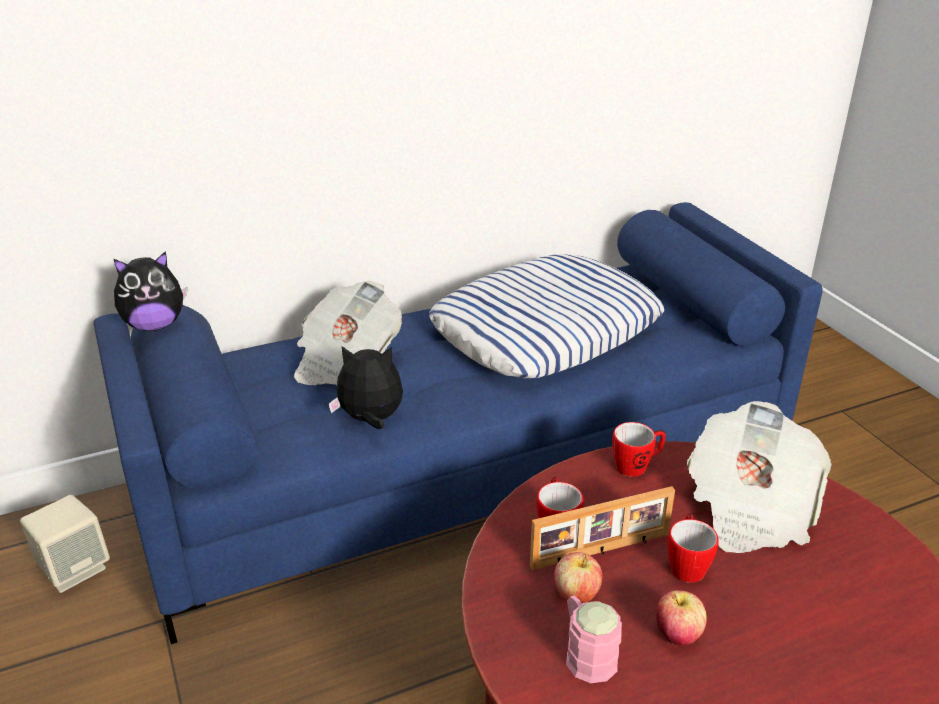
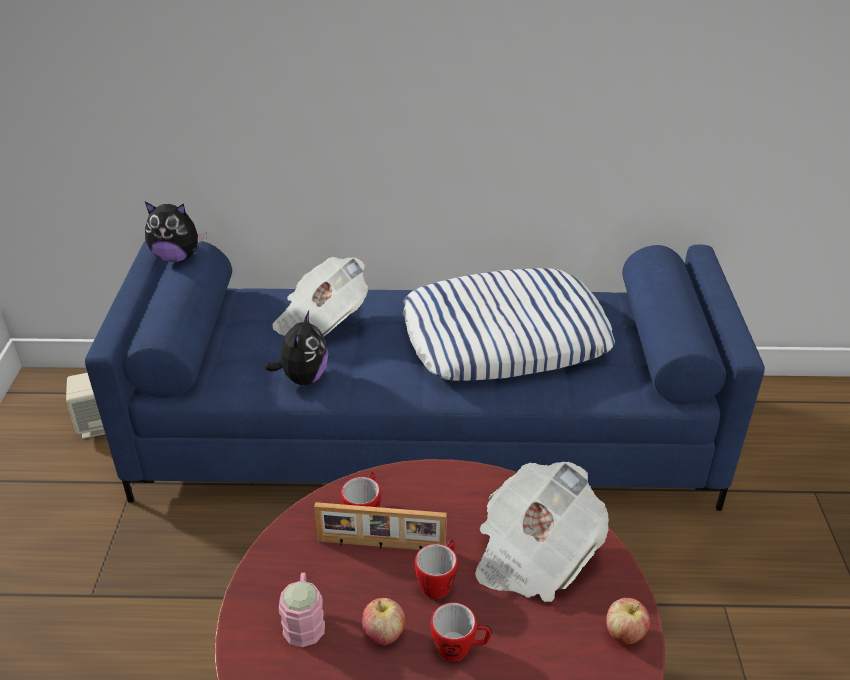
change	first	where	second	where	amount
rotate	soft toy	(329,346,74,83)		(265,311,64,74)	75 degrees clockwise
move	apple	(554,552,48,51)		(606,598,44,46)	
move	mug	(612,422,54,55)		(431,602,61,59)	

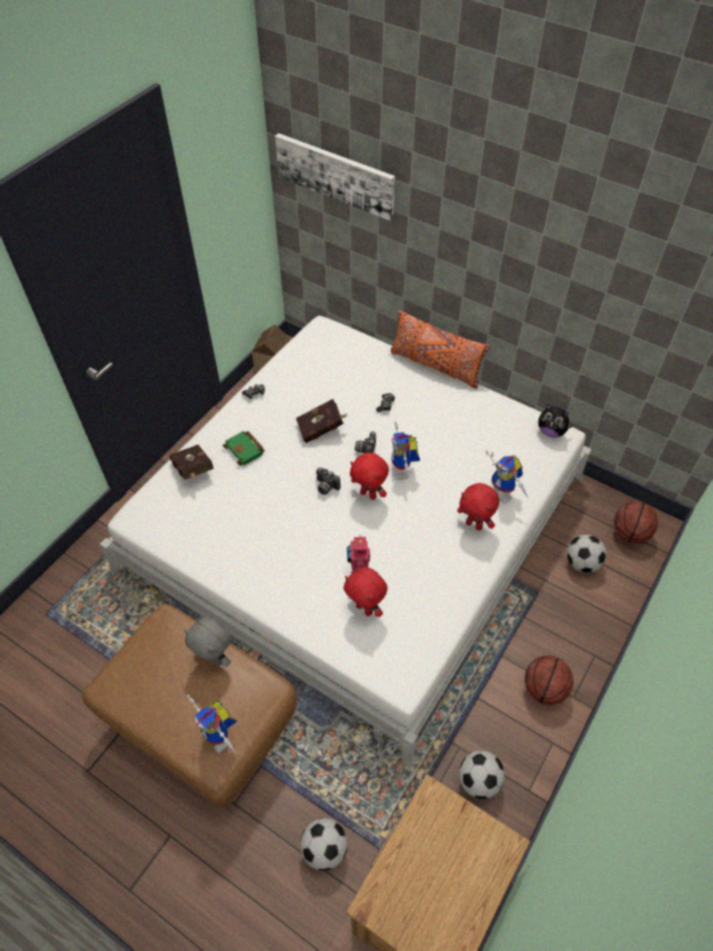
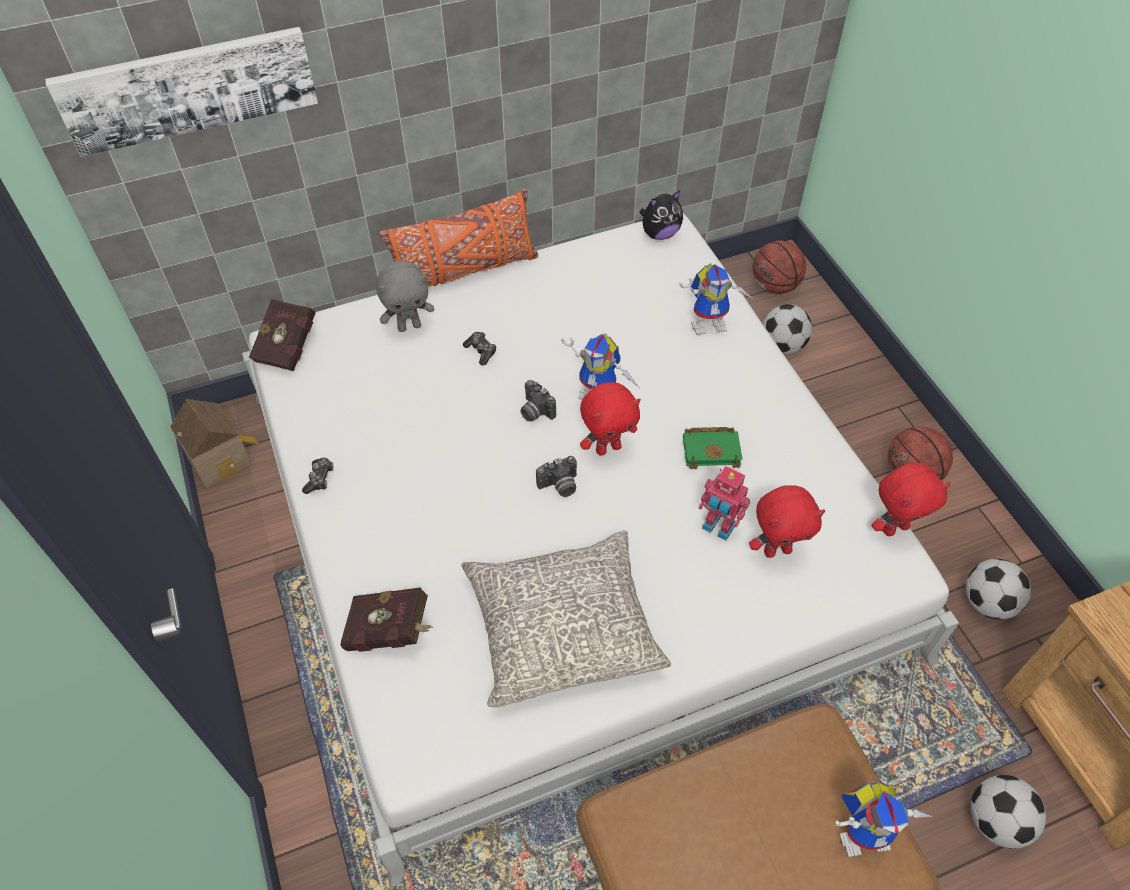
change	first	where	second	where	amount
move	soft toy in grey	(184,617,47,49)		(376,261,58,71)	
move	bound book in greenish	(223,431,42,35)		(683,427,59,42)	
move	bound book in red-coloured	(296,399,52,44)		(249,299,66,72)	
move	soft toy in red-coloured	(457,483,42,48)		(872,463,79,73)	
insert			throw pillow in grey	(461,530,211,177)	

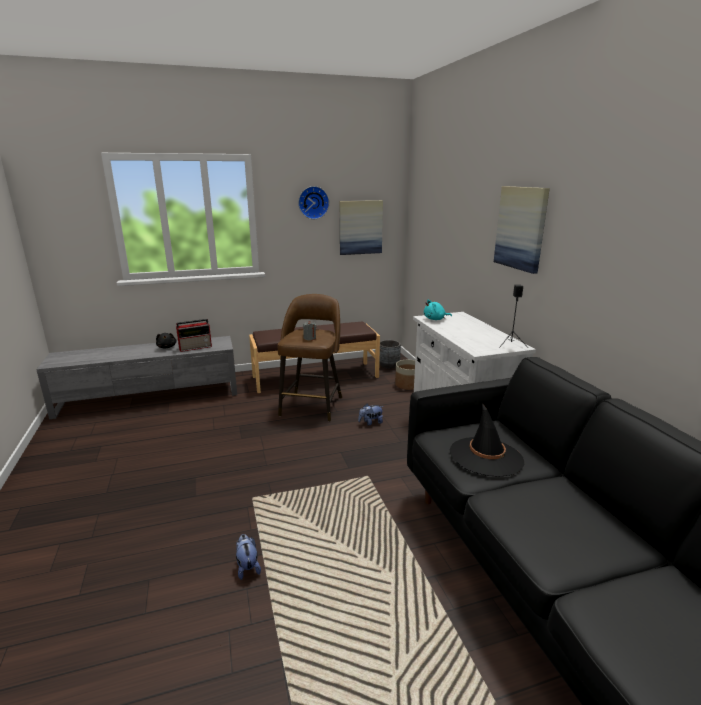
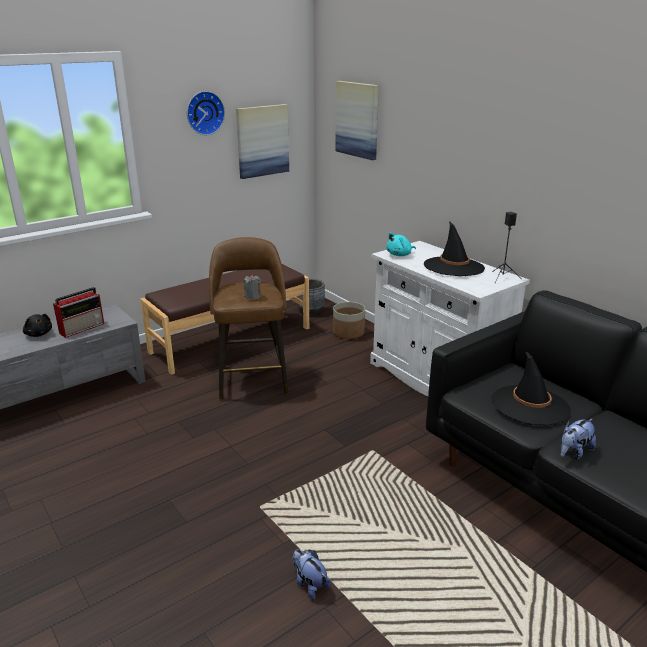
change	first	where	second	where	amount
move	soft toy	(358,404,25,22)		(561,419,35,41)	
move	picture	(494,186,56,88)		(335,81,44,79)	
insert			clothing hat in blackish	(424,221,61,55)	

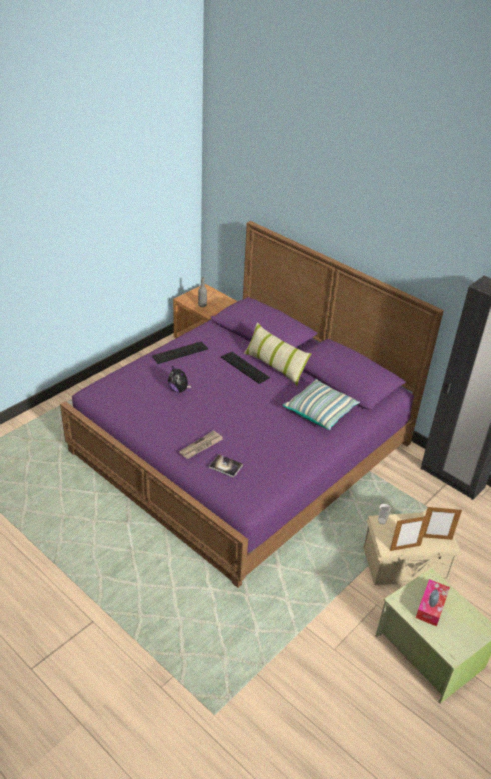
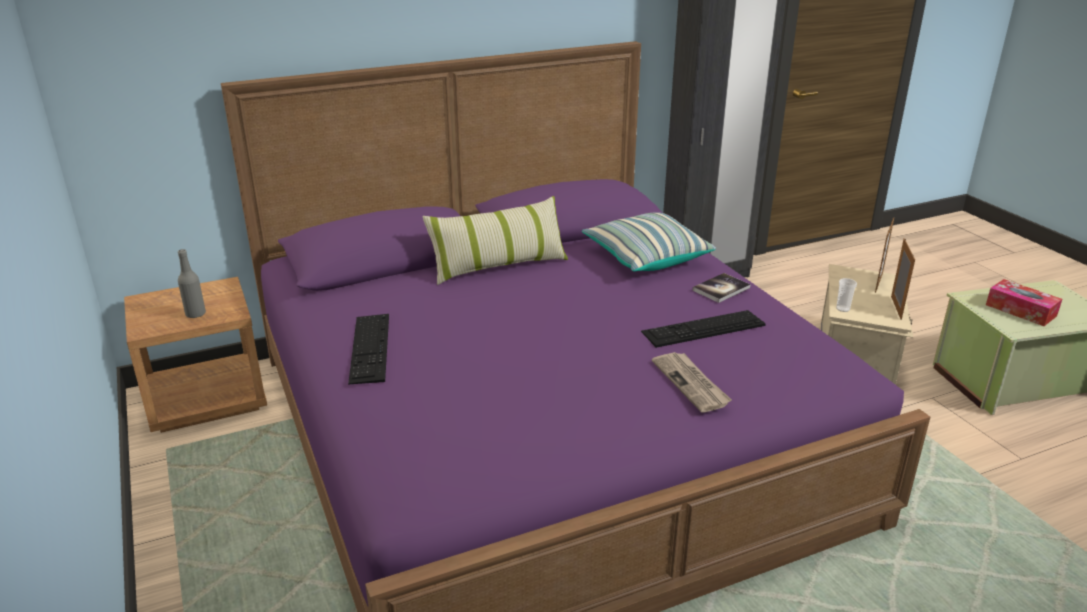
change	first	where	second	where	amount
delete	soft toy	(168,366,23,26)			
move	bound book	(209,454,34,24)		(693,273,57,30)	
move	PC keyboard	(221,352,49,32)		(641,310,125,38)	

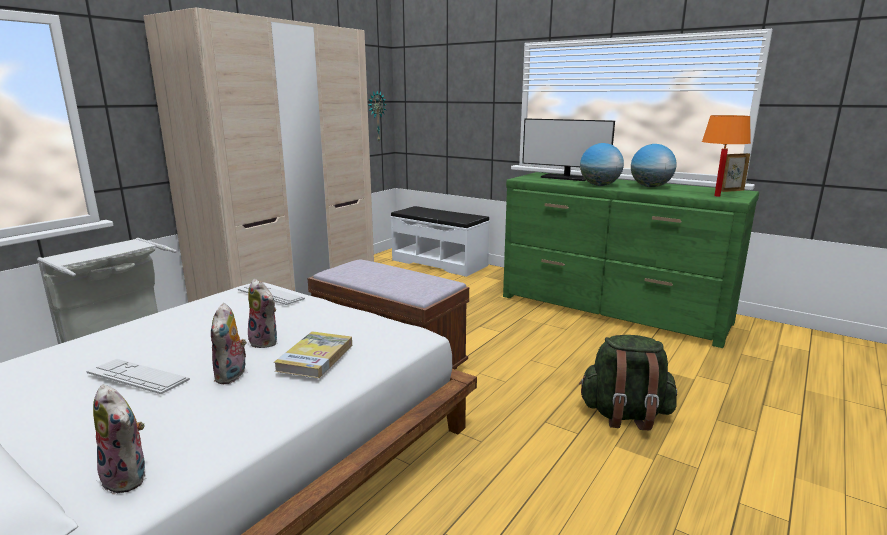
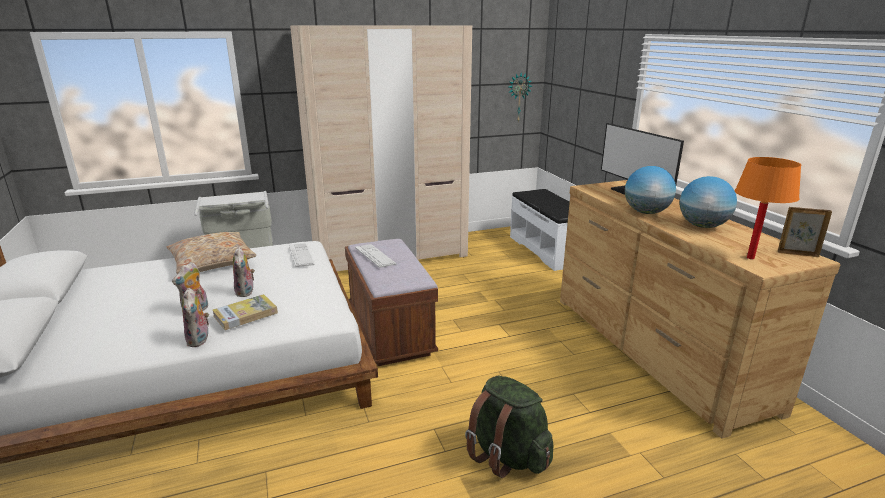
change	first	where	second	where	amount
move	PC keyboard	(87,359,103,35)		(355,244,42,24)	
move	soft toy	(93,384,53,110)		(182,288,27,59)	
recolor	dresser in greenish	(503,172,256,176)	dresser in brownish	(560,180,280,259)	
insert			throw pillow in beige	(167,232,89,42)	

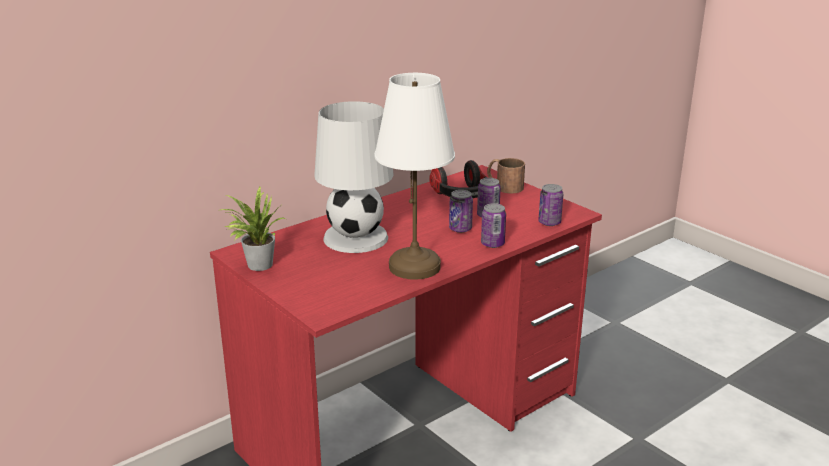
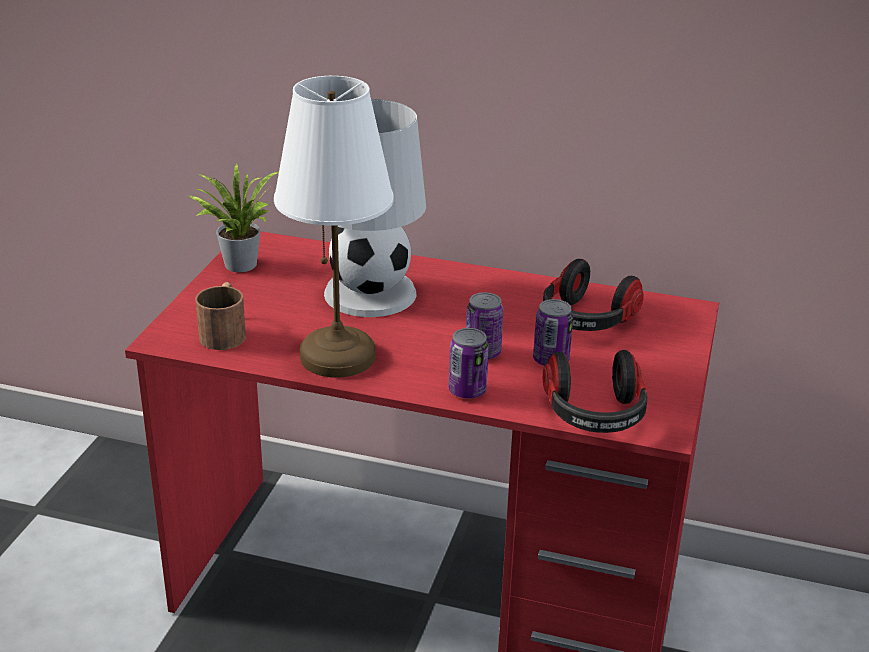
change	first	where	second	where	amount
move	mug in brownish	(487,158,38,35)		(195,282,51,68)	
replace	can	(538,184,25,42)	headset	(543,350,105,83)	

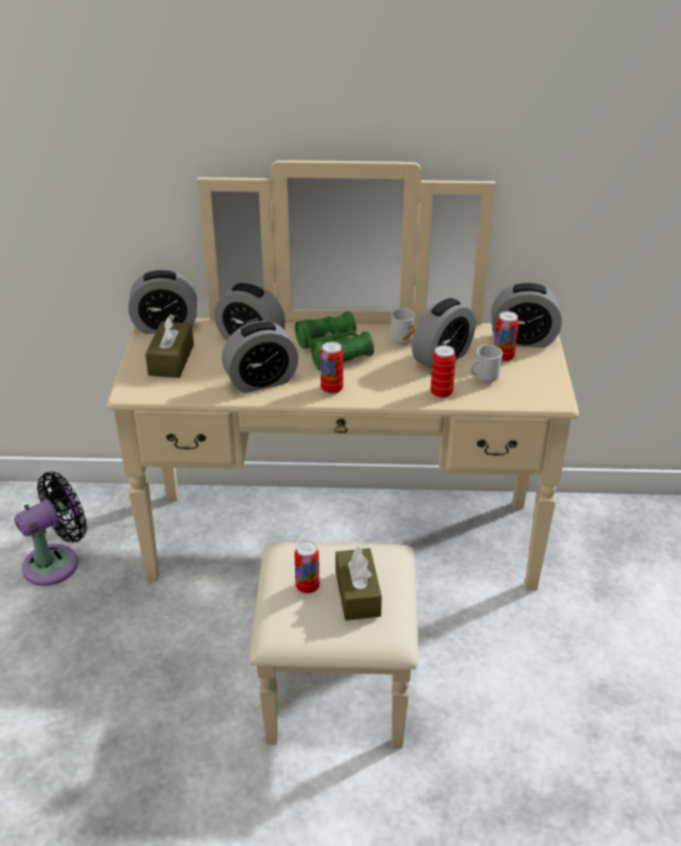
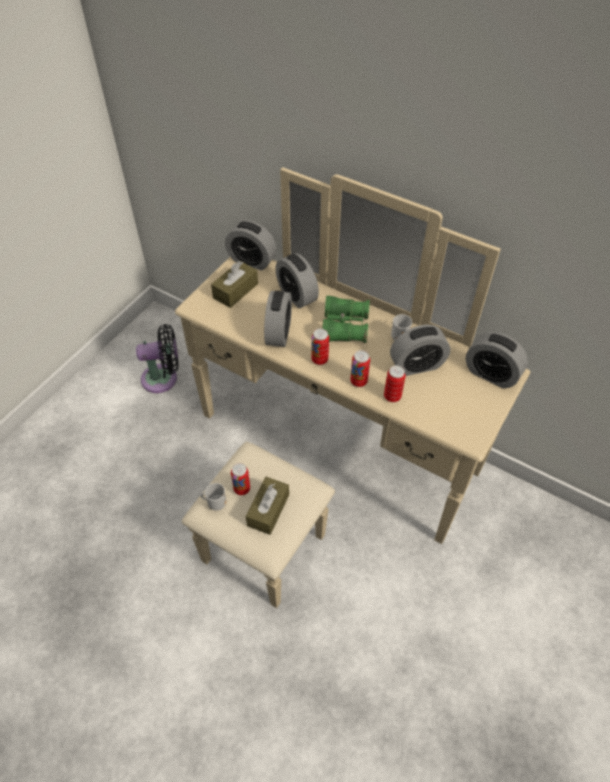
change	first	where	second	where	amount
rotate	table clock	(222,321,77,72)		(264,291,28,56)	90 degrees counterclockwise
move	mug	(470,345,33,38)		(200,483,26,27)	
move	can	(494,311,25,51)		(350,350,20,37)	

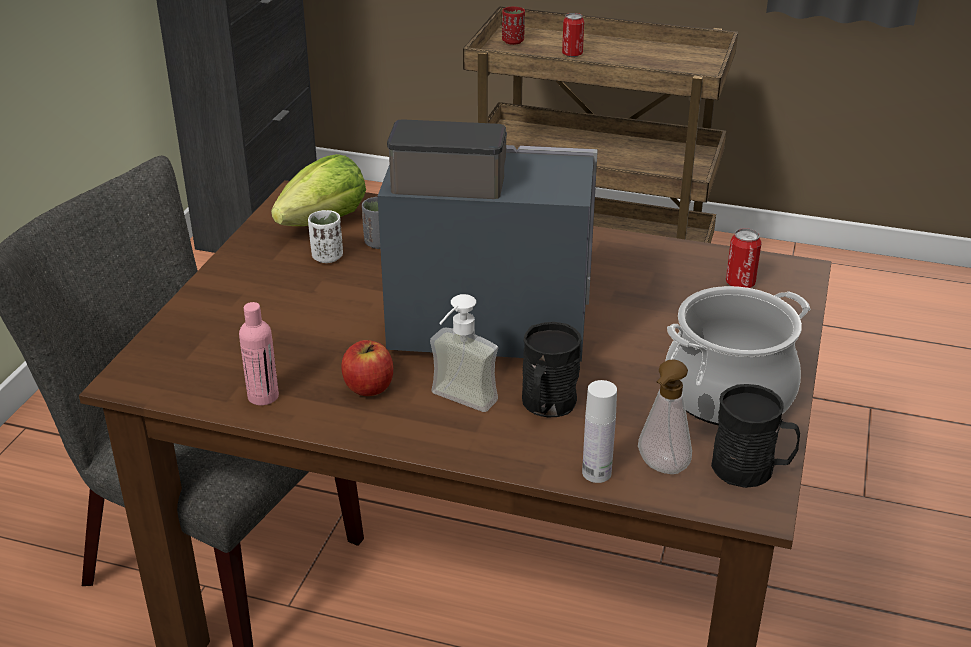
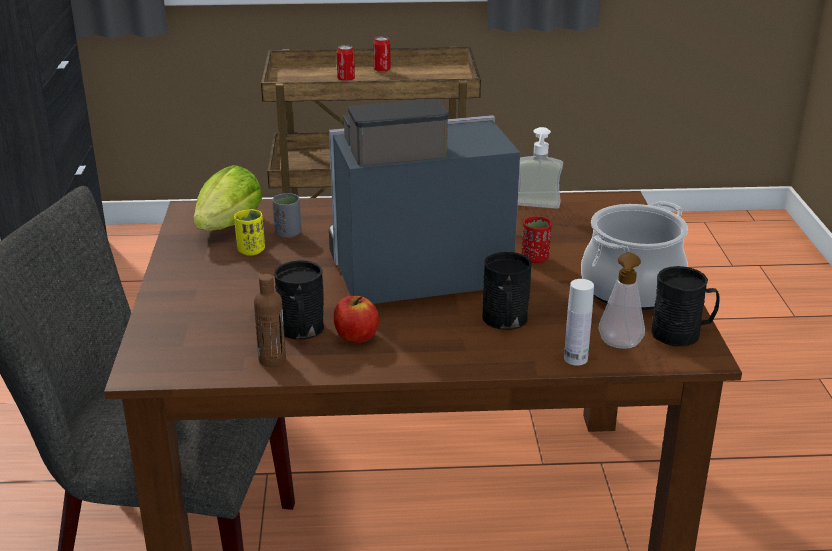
change	first	where	second	where	amount
recolor	drink bottle in pink-coloured	(239,302,40,103)	drink bottle in brownish	(254,274,32,93)	
recolor	cup in whitish	(308,210,35,53)	cup in yellow	(234,209,31,47)	
move	soap bottle	(430,294,68,118)		(518,127,45,82)	
move	cup in red-coloured	(502,6,23,39)		(521,216,31,47)	
move	can	(726,228,36,60)		(373,36,18,36)	
insert			mug in blackish	(274,260,50,80)	

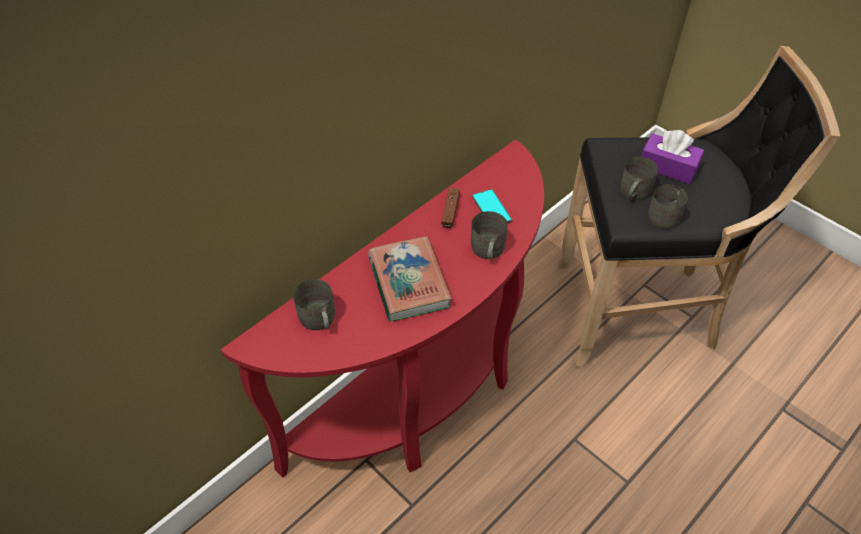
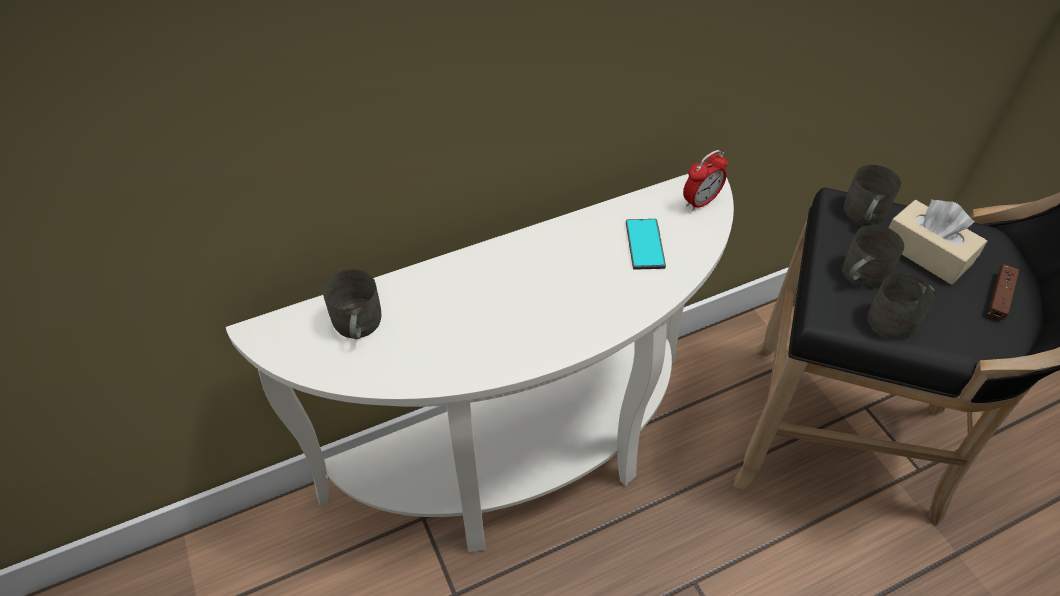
change	first	where	second	where	amount
recolor	console table in red-coloured	(221,139,323,339)	console table in whitish	(226,174,508,378)	
delete	bound book	(368,236,84,86)			
move	game controller in brownish	(441,188,19,40)		(988,264,31,56)	
move	mug in grey	(471,211,37,48)		(845,165,56,59)	
recolor	tissue box in purple-coloured	(641,130,63,54)	tissue box in beige	(889,199,98,86)	
insert			table clock	(683,150,45,61)	

